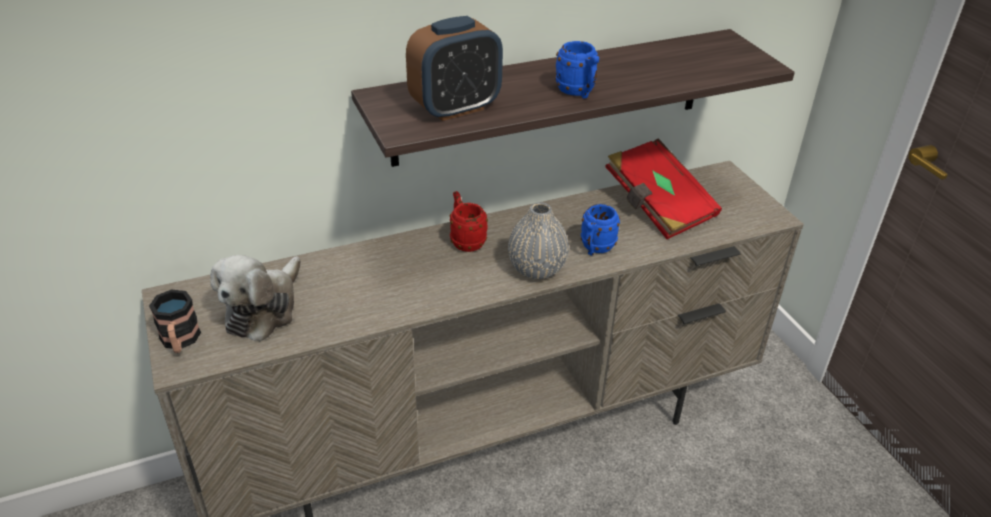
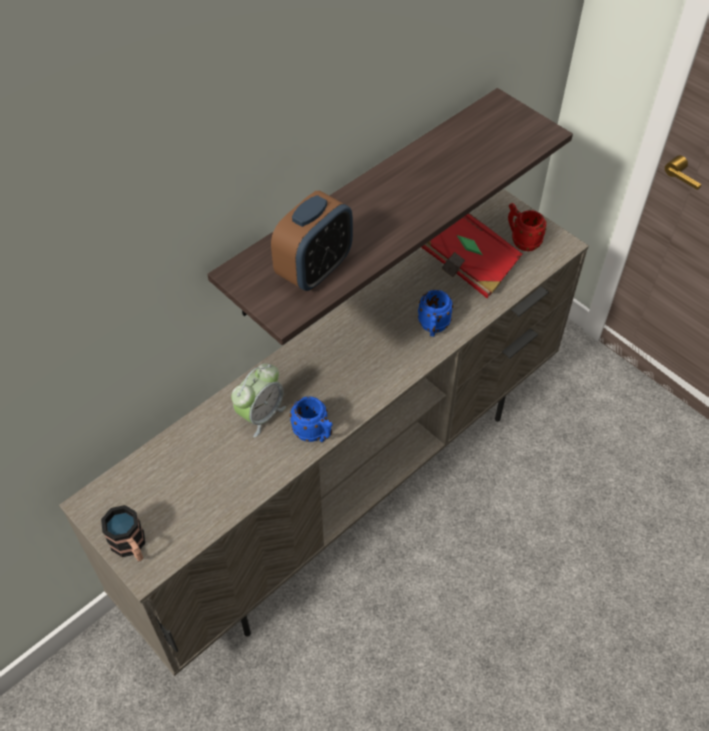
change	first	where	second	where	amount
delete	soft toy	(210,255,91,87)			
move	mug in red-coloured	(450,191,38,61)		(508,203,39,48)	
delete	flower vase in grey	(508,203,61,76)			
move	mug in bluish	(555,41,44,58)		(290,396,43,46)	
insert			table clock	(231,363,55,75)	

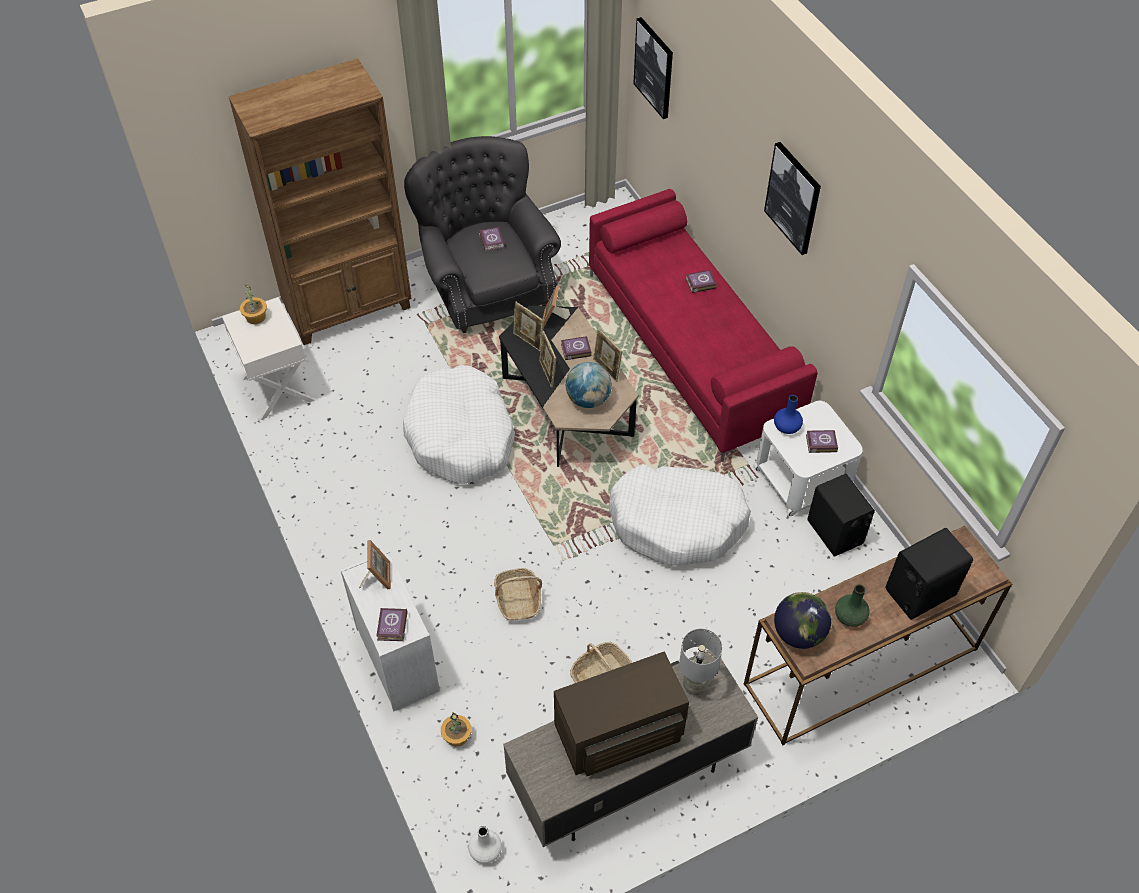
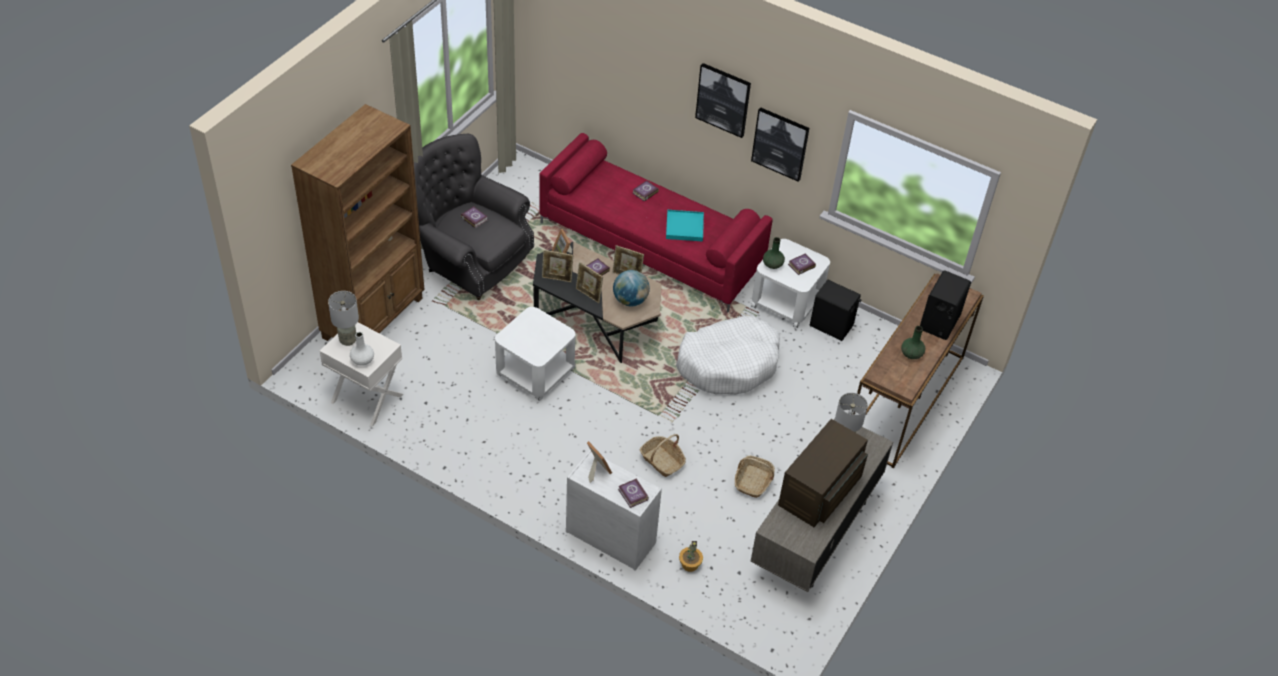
change	first	where	second	where	amount
replace	potted plant	(240,284,27,40)	lamp for a table in grey	(328,291,31,55)	
replace	pet bed in whitish	(403,365,112,119)	side table in whitish	(495,307,81,94)	
move	flower vase in whitish	(468,826,34,38)		(350,332,24,34)	
move	picture	(633,17,40,102)		(751,107,58,75)	
recolor	flower vase in bluish	(774,395,29,39)	flower vase in greenish	(763,237,22,32)	
delete	globe	(774,592,57,57)			
insert			carrying tray in turquoise-coloured	(666,210,38,32)	

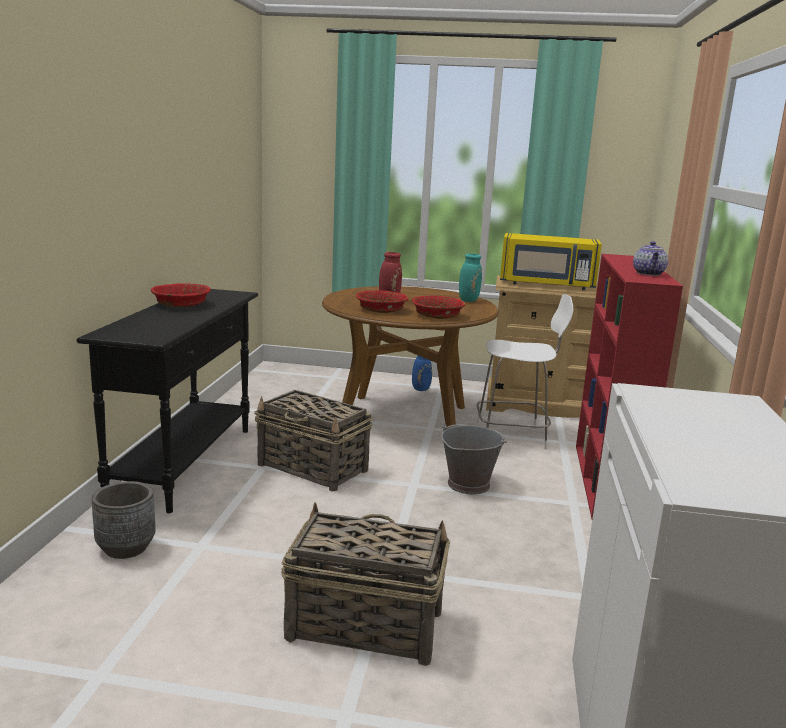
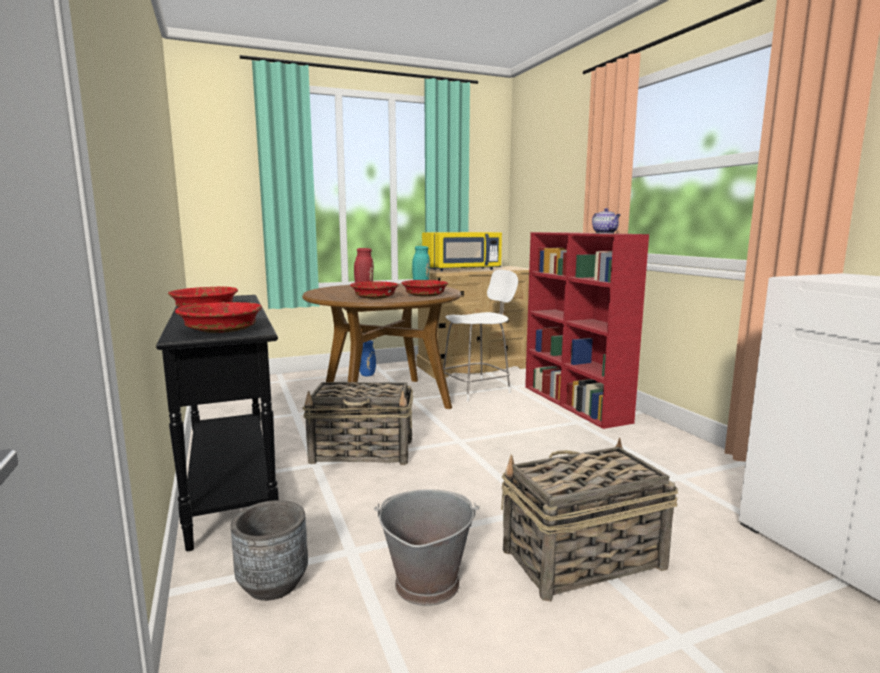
change	first	where	second	where	amount
move	pail in grey	(441,424,66,70)		(374,489,105,117)	
insert			bowl in red-coloured	(175,302,87,31)	

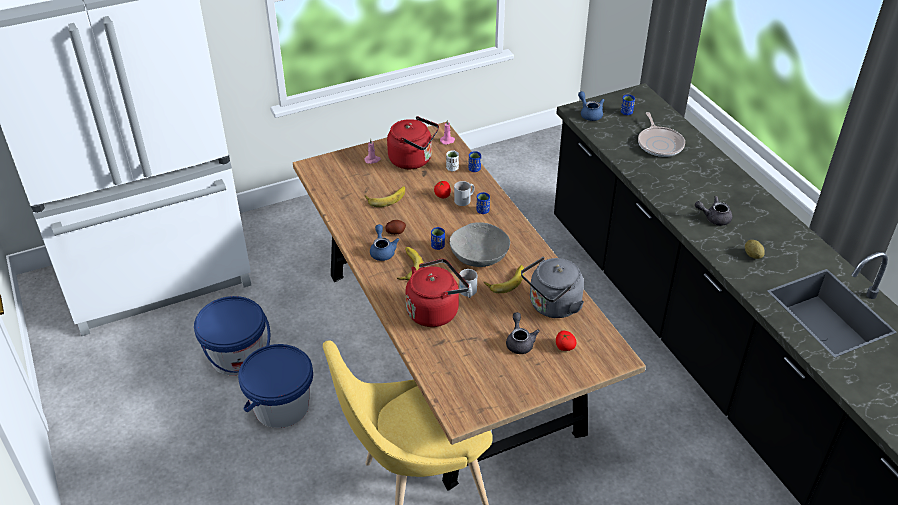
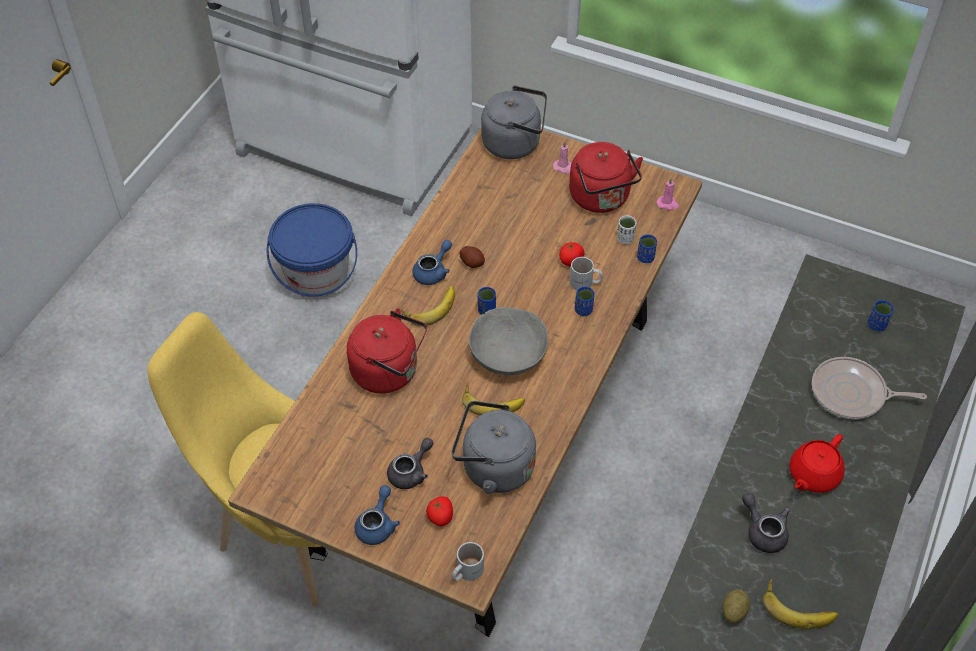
change	first	where	second	where	amount
delete	pail in bluish	(238,344,75,84)			
move	banana fruit	(365,186,40,21)		(763,579,75,50)	
move	mug in whitish	(459,269,18,29)		(452,542,32,39)	
move	teapot in bluish	(578,91,26,30)		(355,485,45,60)	
rotate	pan	(638,112,47,45)		(812,357,115,62)	60 degrees clockwise
insert			water kettle in grey	(481,86,66,73)	
insert			teapot in red-coloured	(790,434,55,59)	

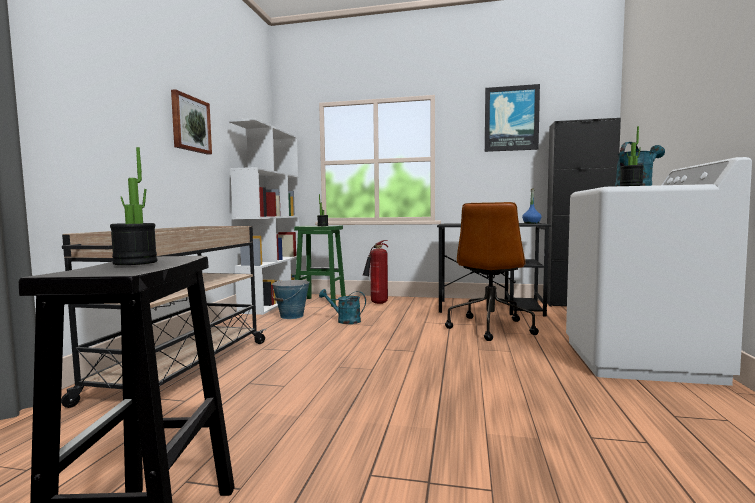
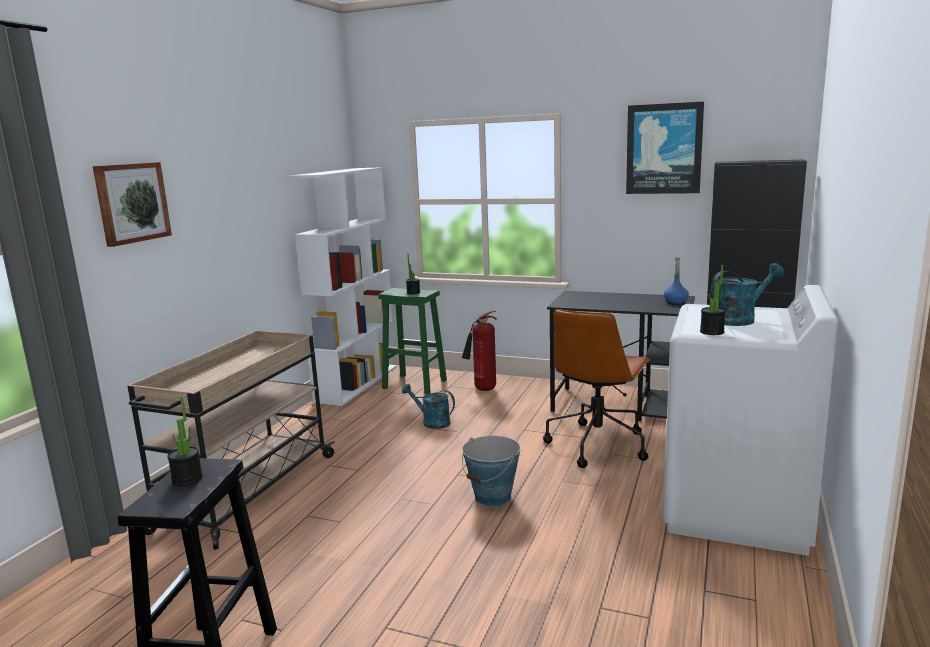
change	first	where	second	where	amount
move	picture	(171,89,41,66)		(93,162,79,85)	
move	pail	(272,280,37,39)		(462,436,59,71)	

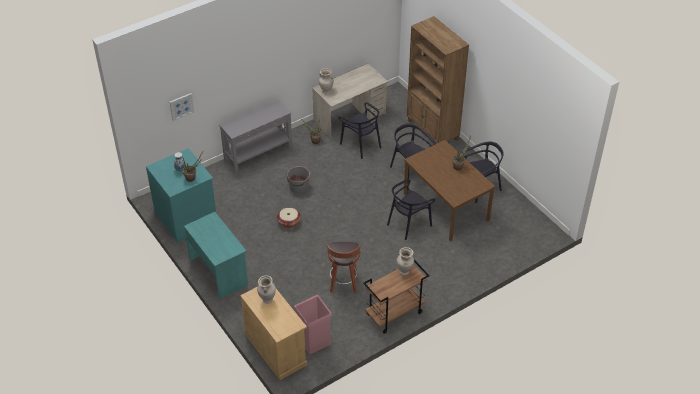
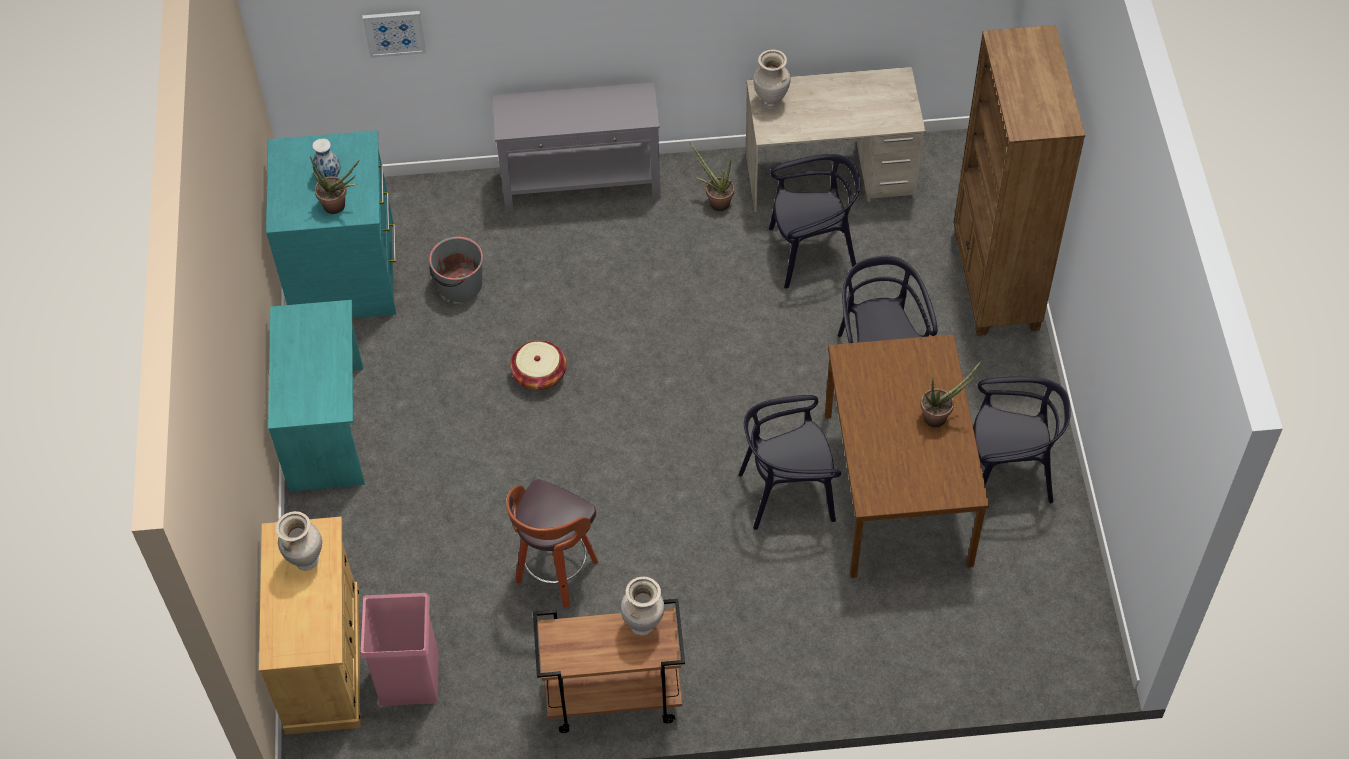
change	first	where	second	where	amount
move	pail in grey	(287,166,23,28)		(429,237,54,65)	
rotate	chair in blackish	(339,102,42,57)		(769,154,91,135)	90 degrees counterclockwise

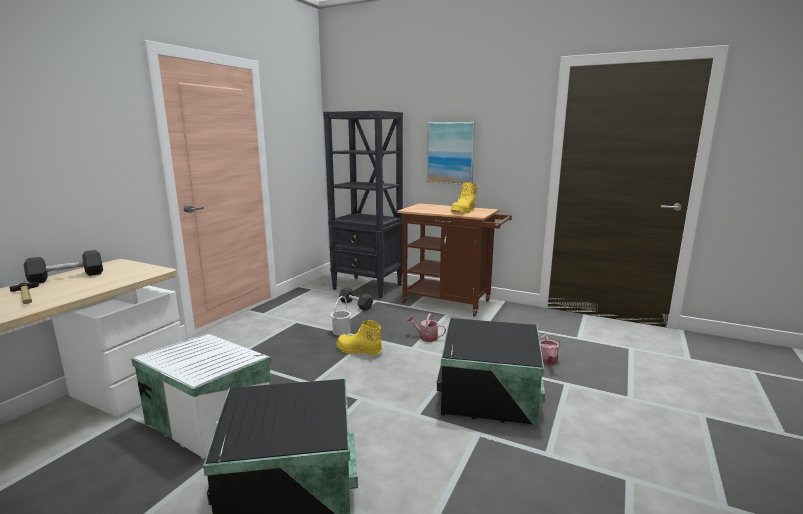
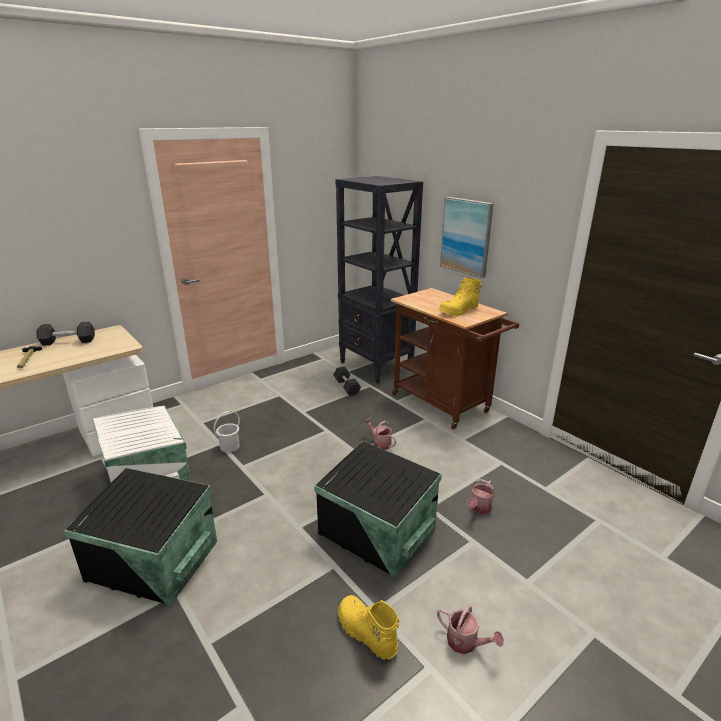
change	first	where	second	where	amount
move	pail in whitish	(331,296,20,40)		(214,411,26,41)	
move	high-top boot in yellow	(336,320,46,35)		(338,595,61,65)	
insert			watering can	(437,605,67,49)	

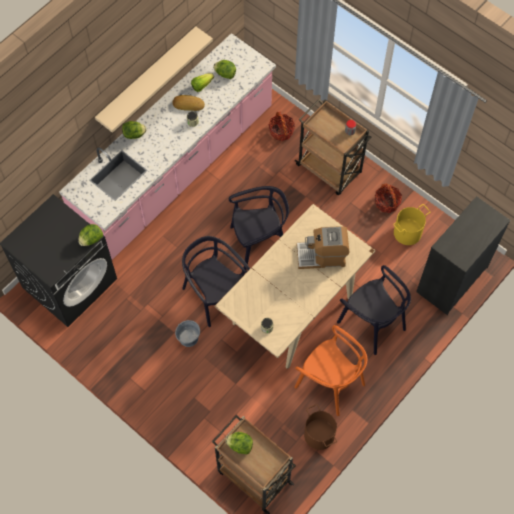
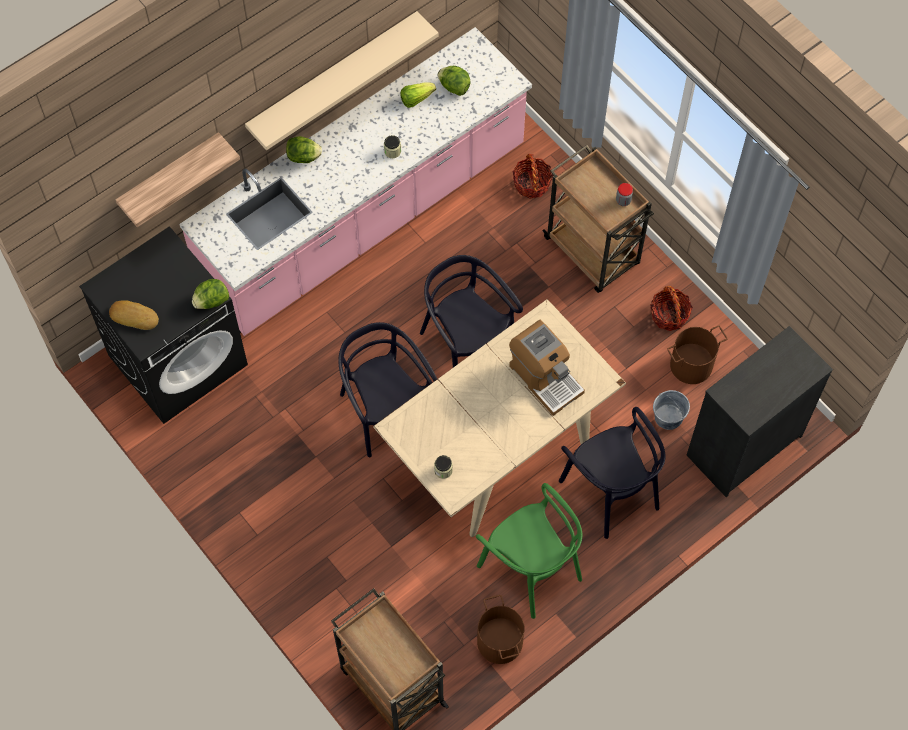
change	first	where	second	where	amount
move	bakery bread	(172,95,33,16)		(109,300,50,30)	
move	pail in grey	(175,320,25,27)		(653,390,37,40)	
delete	lettuce	(226,432,27,22)			
rotate	chair in blackish	(229,186,60,84)		(420,255,103,112)	120 degrees counterclockwise
recolor	chair in orange	(294,325,73,91)	chair in greenish	(476,483,106,136)	
rotate	coffee machine	(297,226,52,43)		(509,320,76,96)	135 degrees counterclockwise
recolor	pail in yellow	(393,204,37,41)	pail in brownish	(667,325,61,59)	
insert			bracket shelf	(116,132,124,95)	

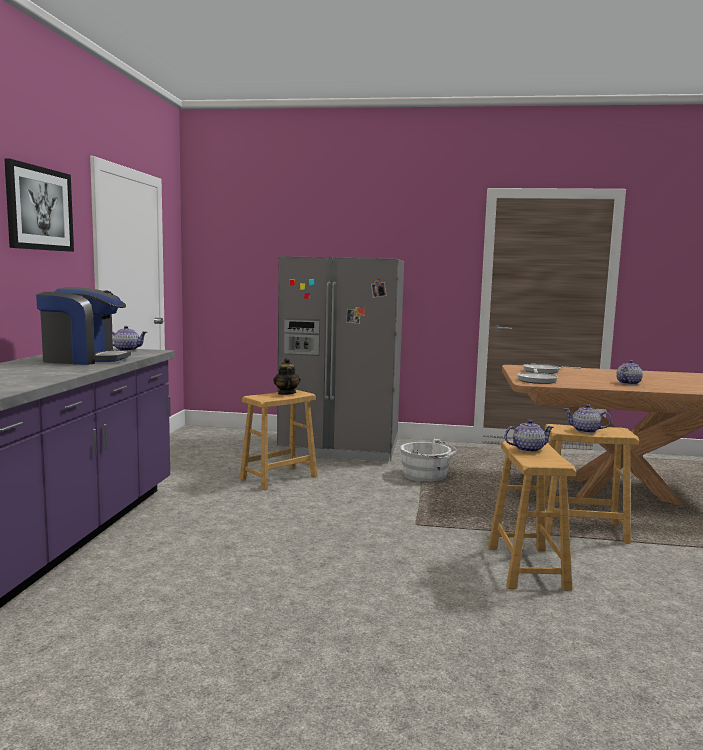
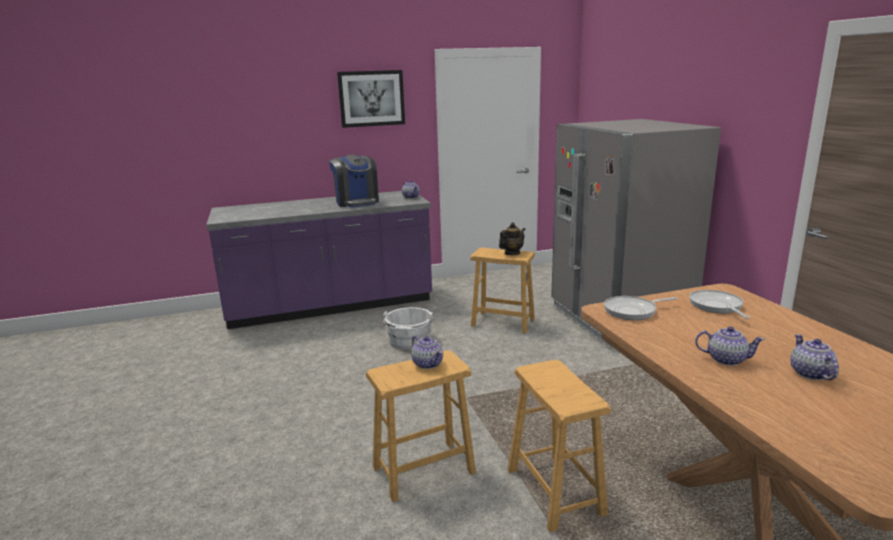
change	first	where	second	where	amount
move	pail in whitish	(400,439,57,43)		(383,307,50,43)	
move	teapot	(564,404,47,29)		(790,334,49,46)	

